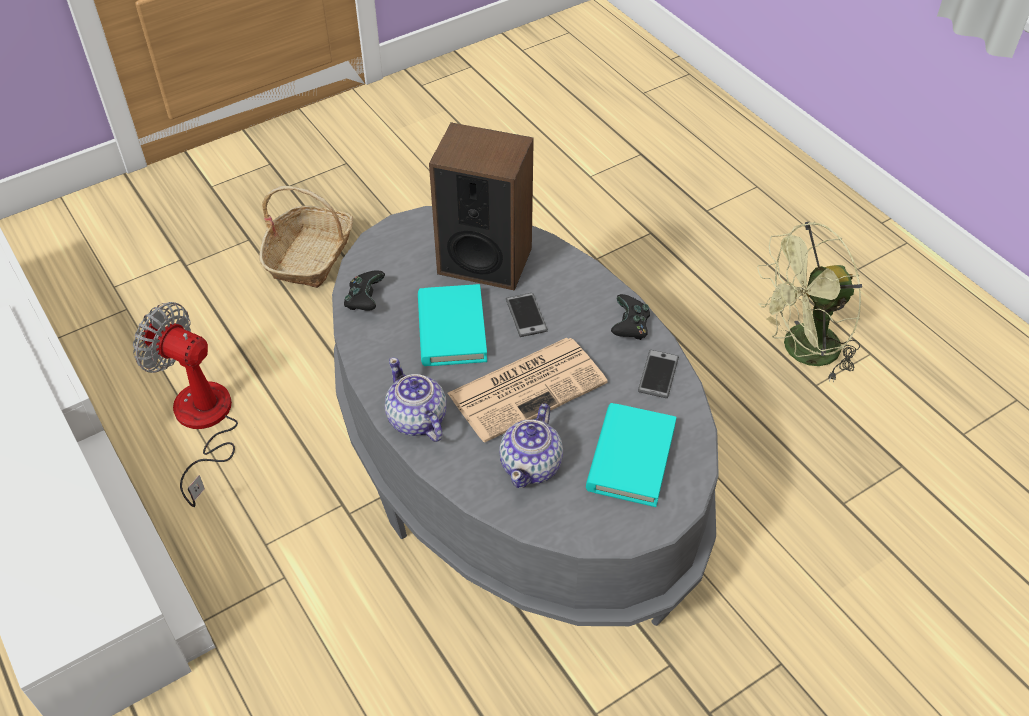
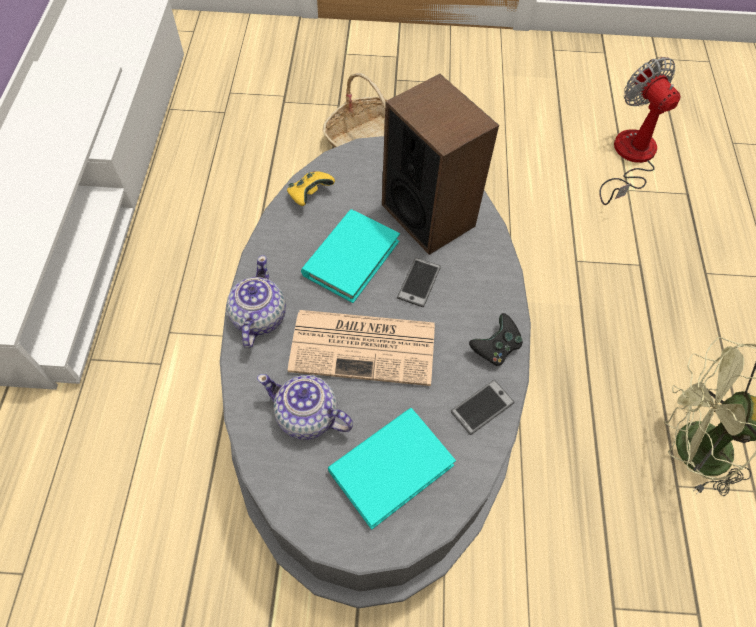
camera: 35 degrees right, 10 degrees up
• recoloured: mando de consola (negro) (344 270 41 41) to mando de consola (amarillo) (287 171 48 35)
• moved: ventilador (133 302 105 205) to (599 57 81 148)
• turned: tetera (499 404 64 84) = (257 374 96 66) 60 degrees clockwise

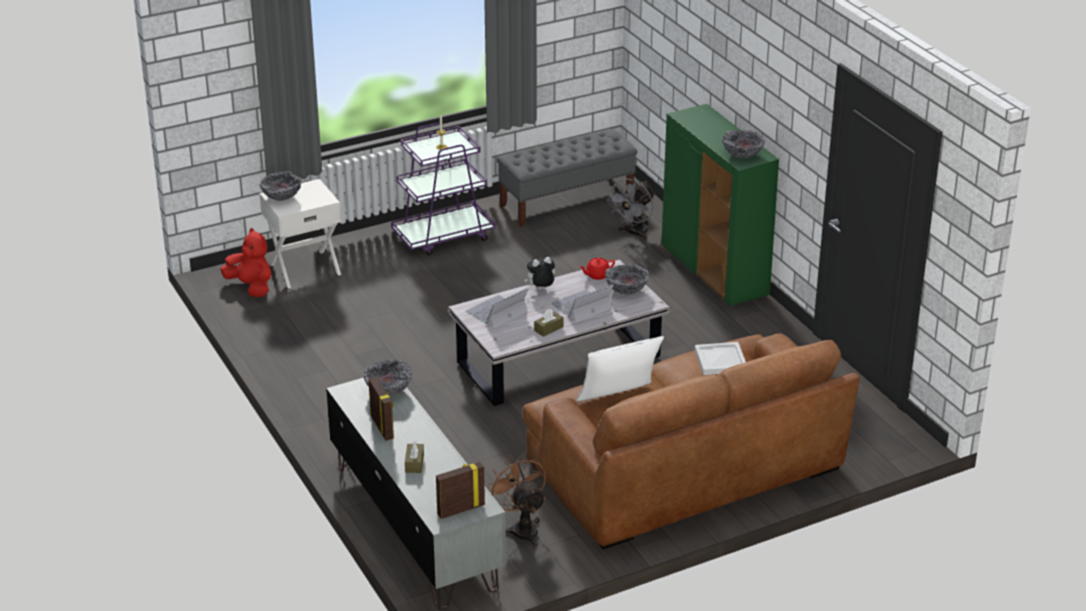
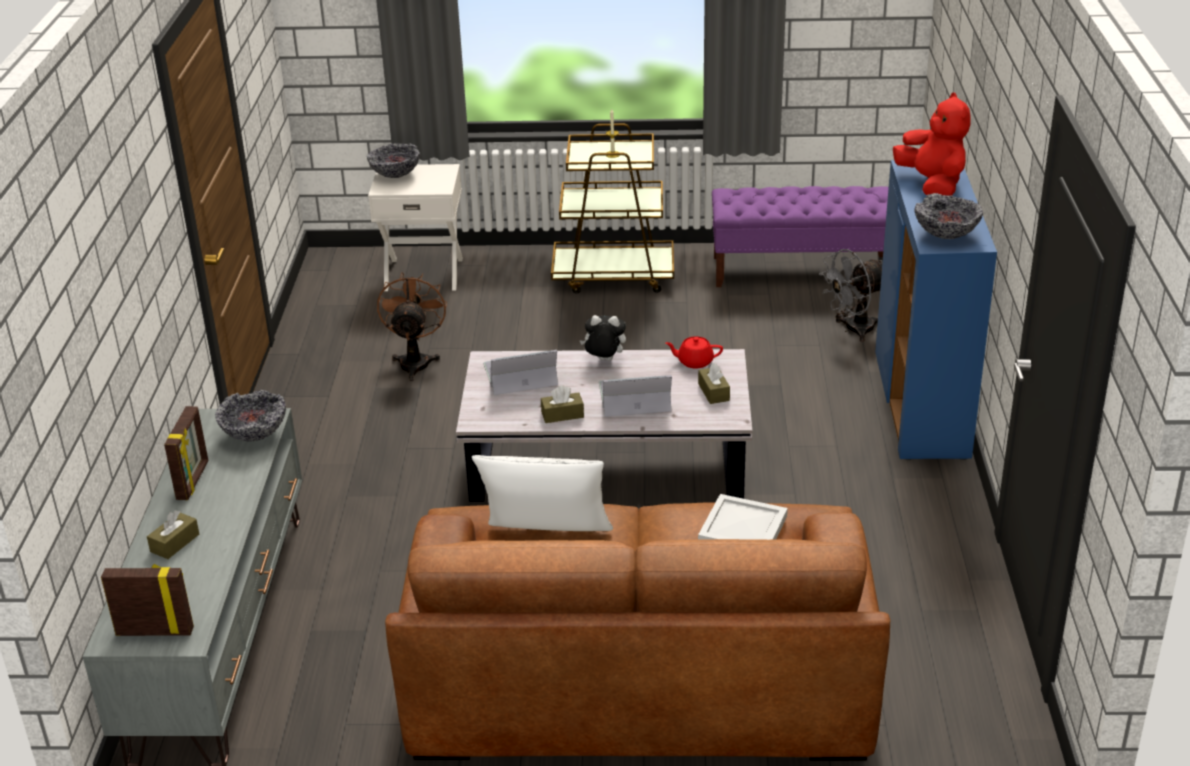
camera: 30 degrees right, 0 degrees up
• recoloured: armario (verde) (662 104 117 202) to armario (azul) (875 160 122 300)
• recoloured: carrito (morado) (391 123 104 132) to carrito (marrón) (551 123 123 170)
• recoloured: banco (gris) (496 129 141 98) to banco (morado) (712 186 177 101)
• moved: peluche (rojo) (220 228 51 69) to (893 92 78 104)
• replaced: cuenco (605 264 44 30) to caja de pañuelos (marrón) (698 363 32 41)
• moved: ventilador (marrón) (487 454 59 93) to (377 272 70 109)

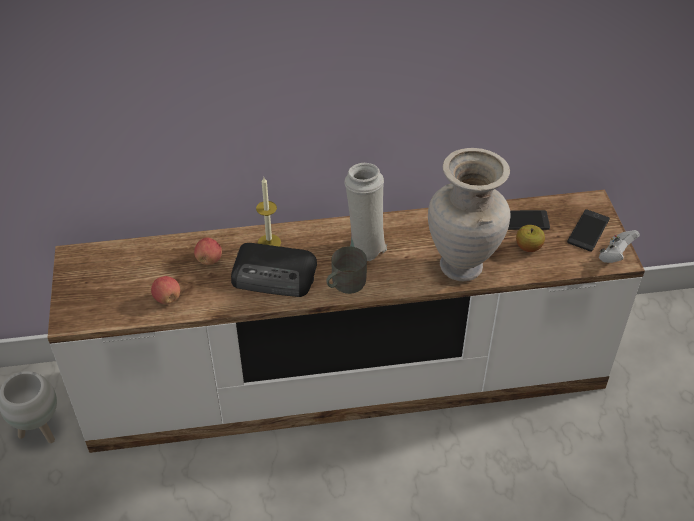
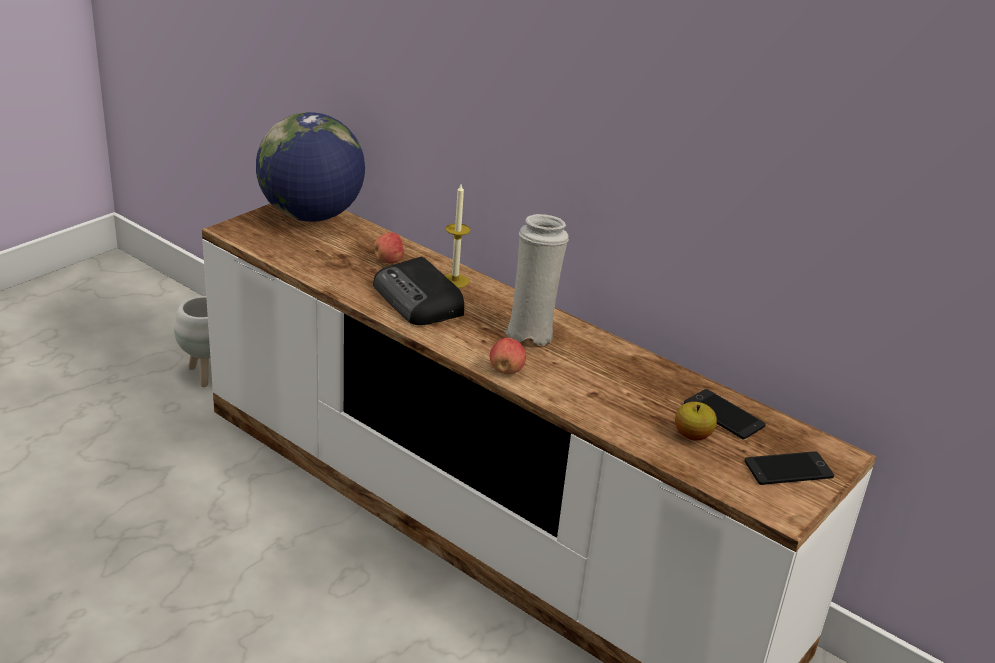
camera: 45 degrees right, 15 degrees down
• removed: florero (beis) (428 148 83 133)
• removed: mando de consola (blanco) (599 230 41 33)
• removed: taza grande (gris) (326 246 41 48)
• moved: manzana (151 276 29 28) to (490 338 36 36)
• added: globo terráqueo (256 112 109 110)

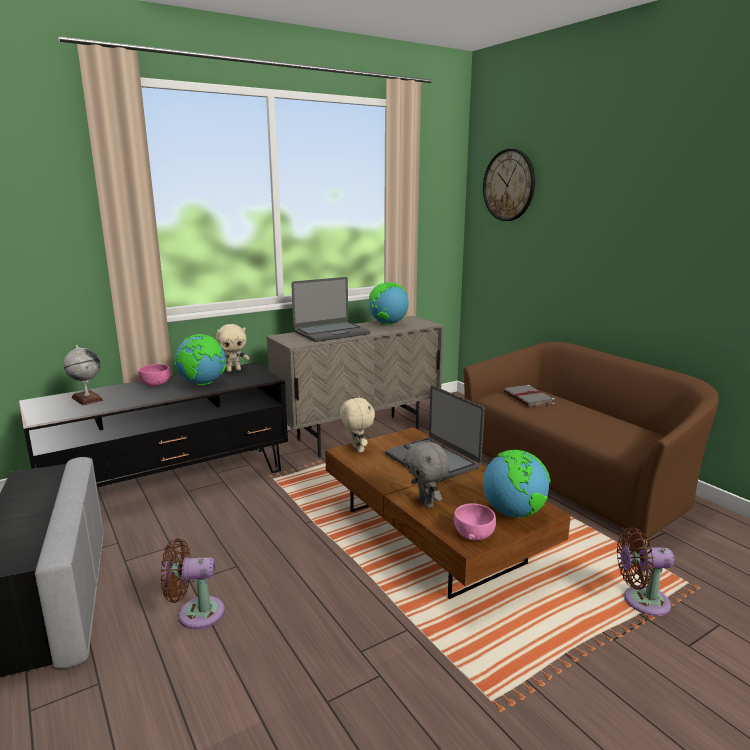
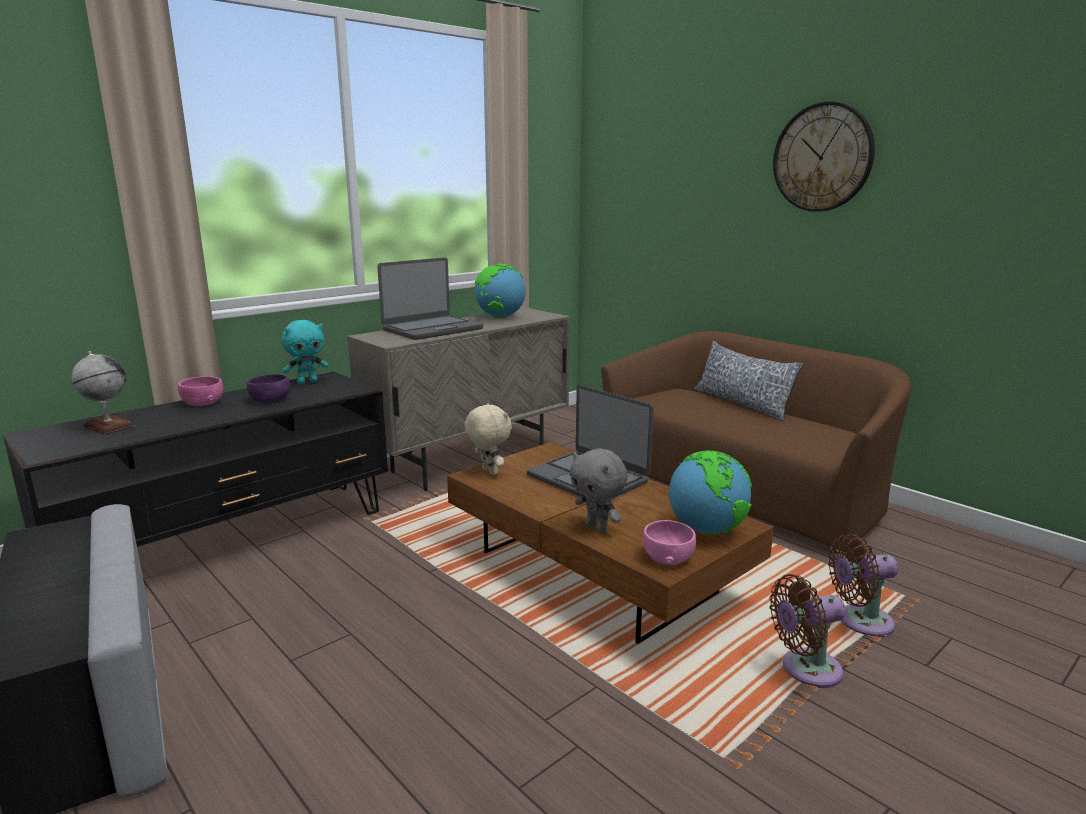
camera: 10 degrees left, 0 degrees up
• moved: reloj de pared (483 149 52 72) to (773 102 102 110)
• recoloured: peluche (beis) (216 324 34 48) to peluche (turquesa) (281 320 48 64)
• replaced: globo terráqueo (174 334 53 51) to cuenco (morado) (247 374 43 29)
• removed: libro (gris) (504 385 51 22)
• moved: ventilador (marrón) (161 538 64 91) to (770 574 76 114)
• added: cojín (694 340 109 81)

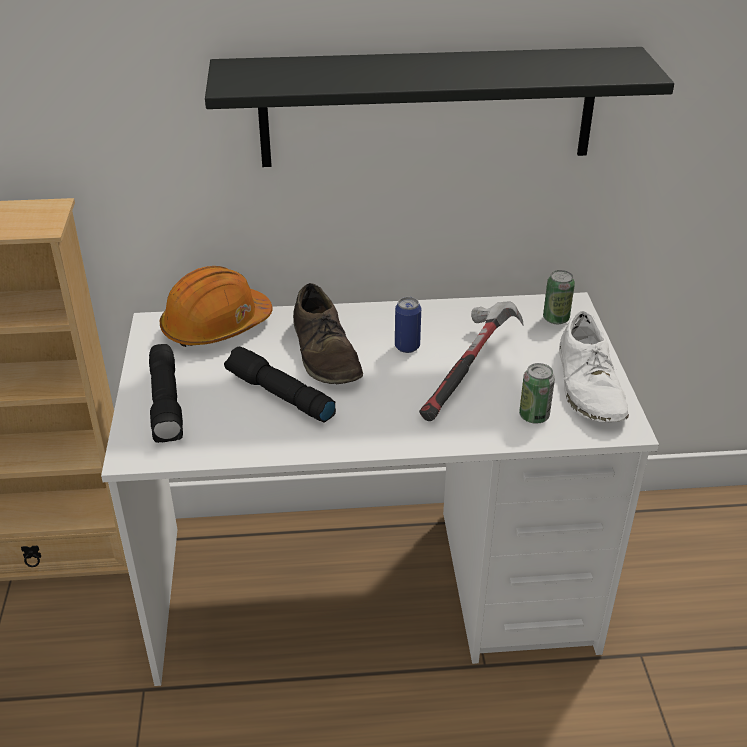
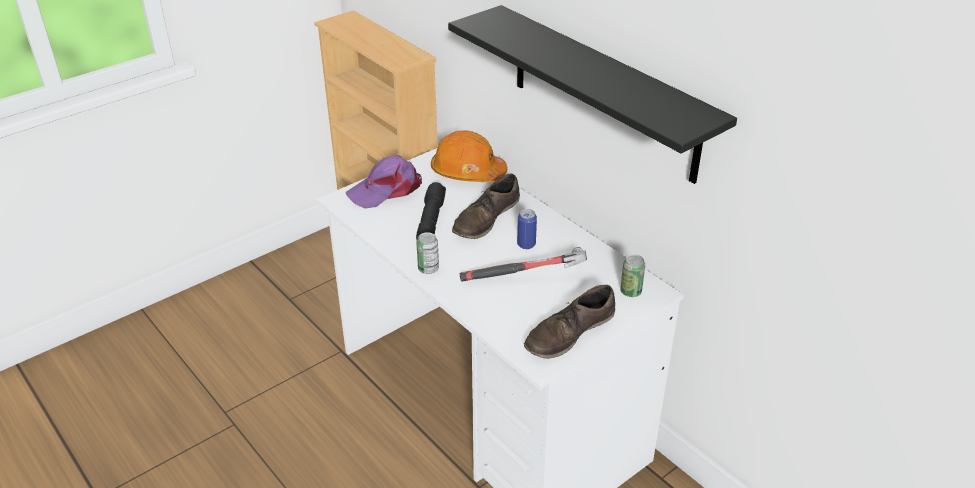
camera: 55 degrees right, 0 degrees up
• recoloured: zapato (blanco) (559 311 70 111) to zapato (marrón) (524 285 91 74)
• replaced: linterna (negro) (149 344 34 99) to gorra (morado) (346 155 76 54)
• moved: lata (519 363 36 60) to (416 232 23 42)

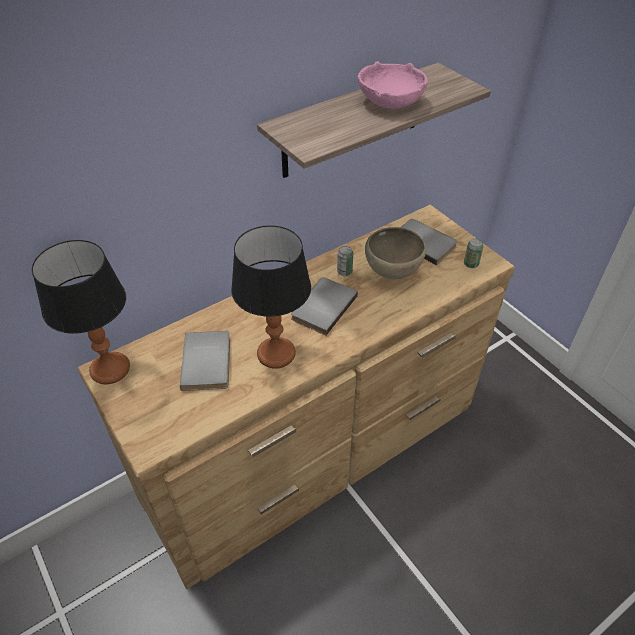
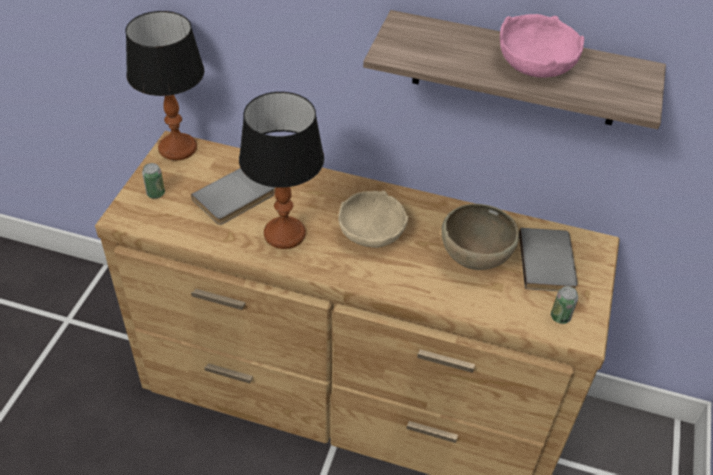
camera: 50 degrees right, 0 degrees up
• moved: lata (337 246 16 30) to (142 163 23 36)
• replaced: libro (gris) (291 277 67 58) to cuenco (beis) (338 191 70 57)

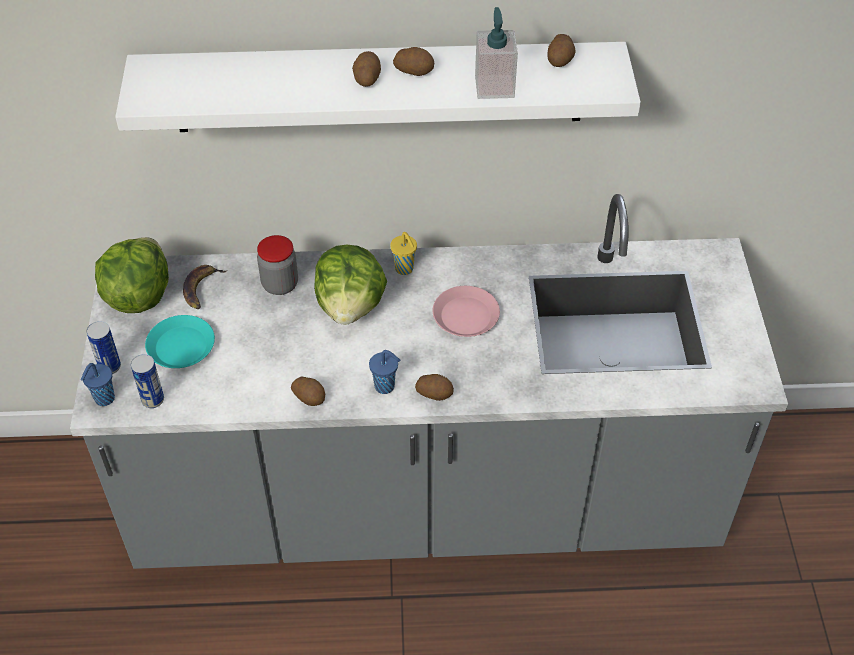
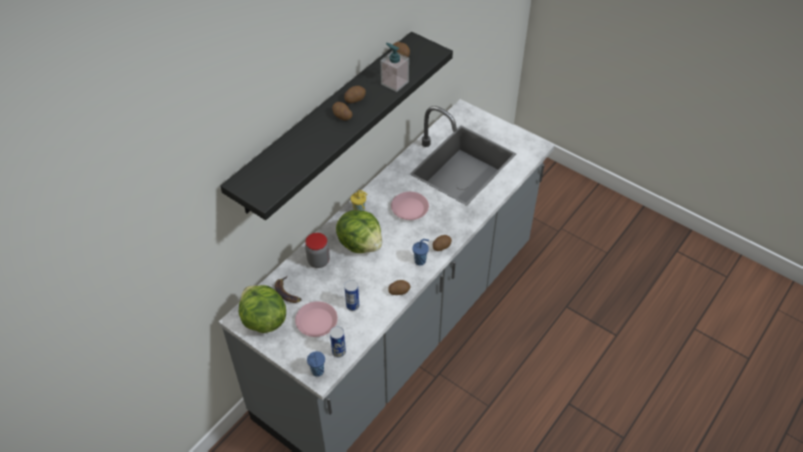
camera: 50 degrees left, 0 degrees up
• recoloured: estante (blanco) (115 42 526 90) to estante (negro) (220 32 233 188)
• recoloured: plato (turquesa) (145 315 70 53) to plato (rosa) (295 301 43 36)
• moved: lata (86 321 35 53) to (344 280 15 31)

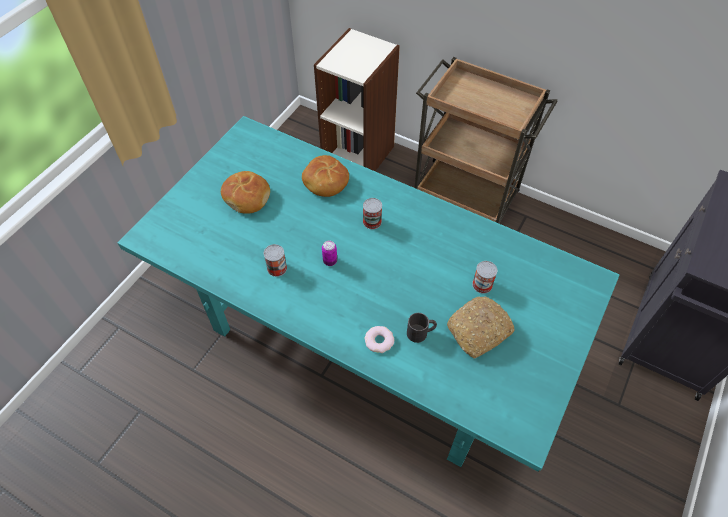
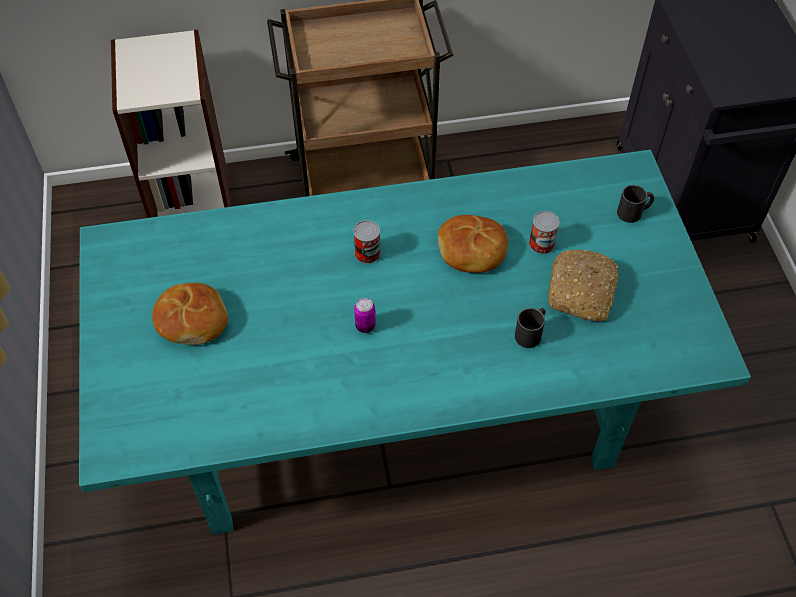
camera: 40 degrees left, 0 degrees up
• moved: pan (302 155 47 42) to (438 215 70 58)
• removed: lata (264 244 23 33)
• removed: rosquilla (365 326 29 27)
• added: taza grande (negro) (617 185 37 38)

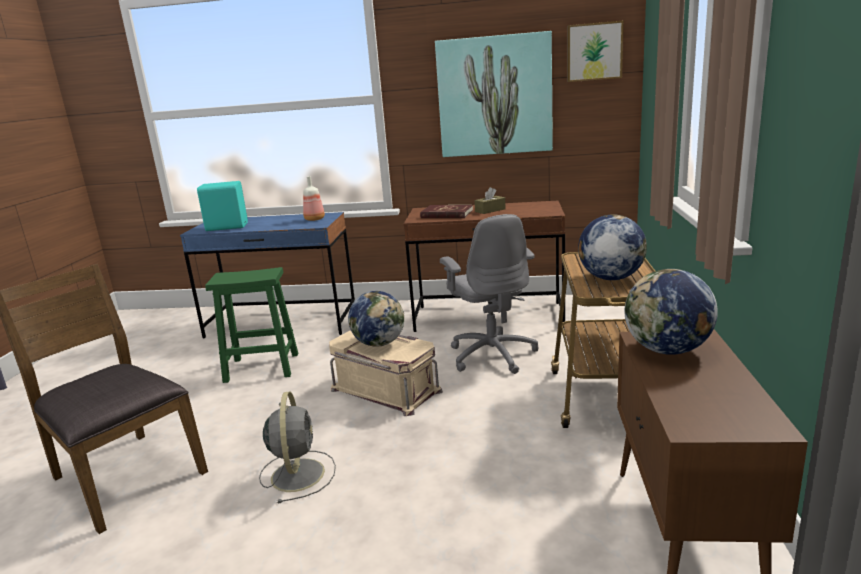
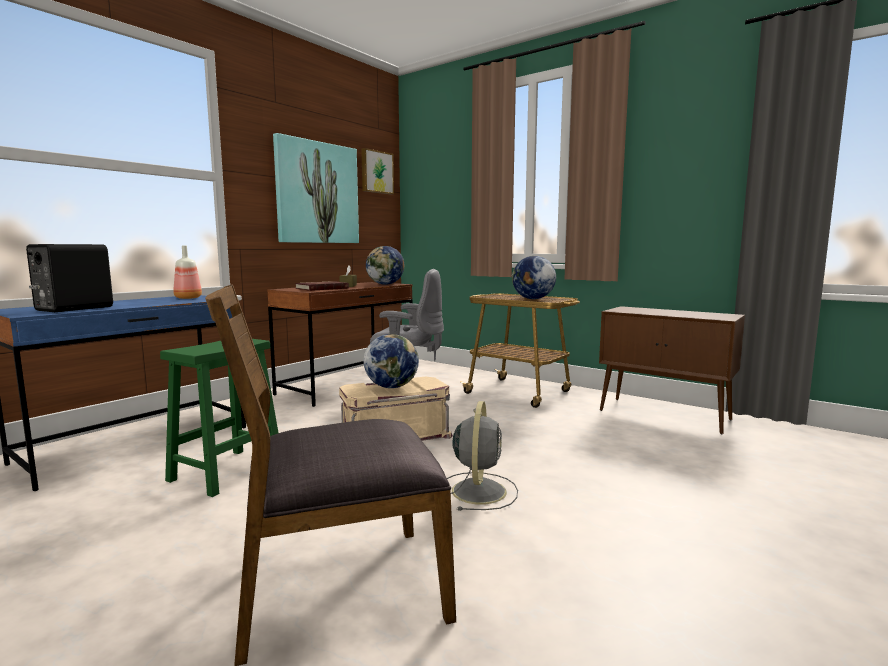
camera: 60 degrees left, 10 degrees down
• recoloured: altavoz (turquesa) (197 181 51 50) to altavoz (negro) (26 244 87 68)
• moved: globo terráqueo (624 269 94 86) to (366 246 38 39)
• turned: ventilador (gris) (259 391 77 112) = (447 401 71 110) 75 degrees clockwise

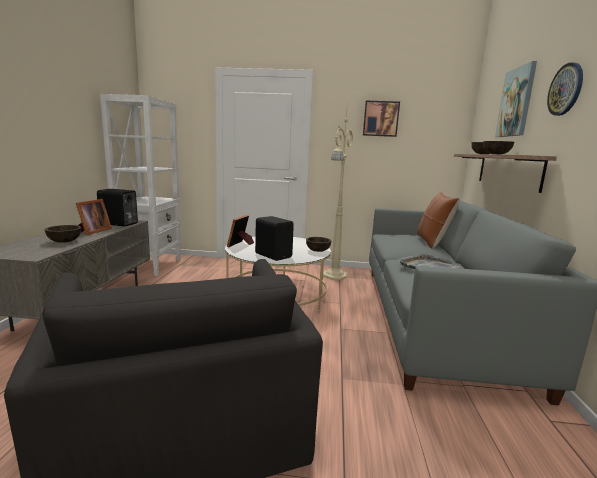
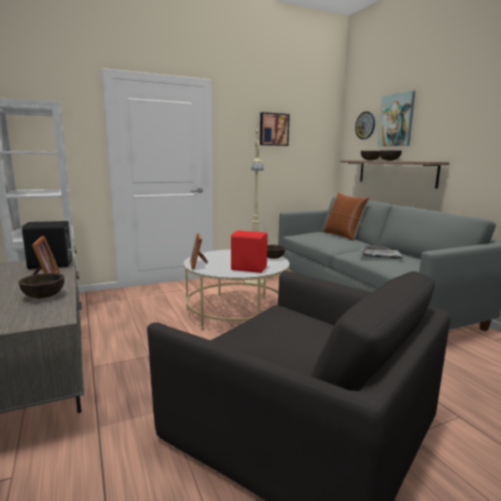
camera: 30 degrees left, 0 degrees up
• moved: reloj de pared (547 63 36 53) to (355 111 20 29)
• recoloured: altavoz (negro) (255 216 39 45) to altavoz (rojo) (231 231 37 42)

